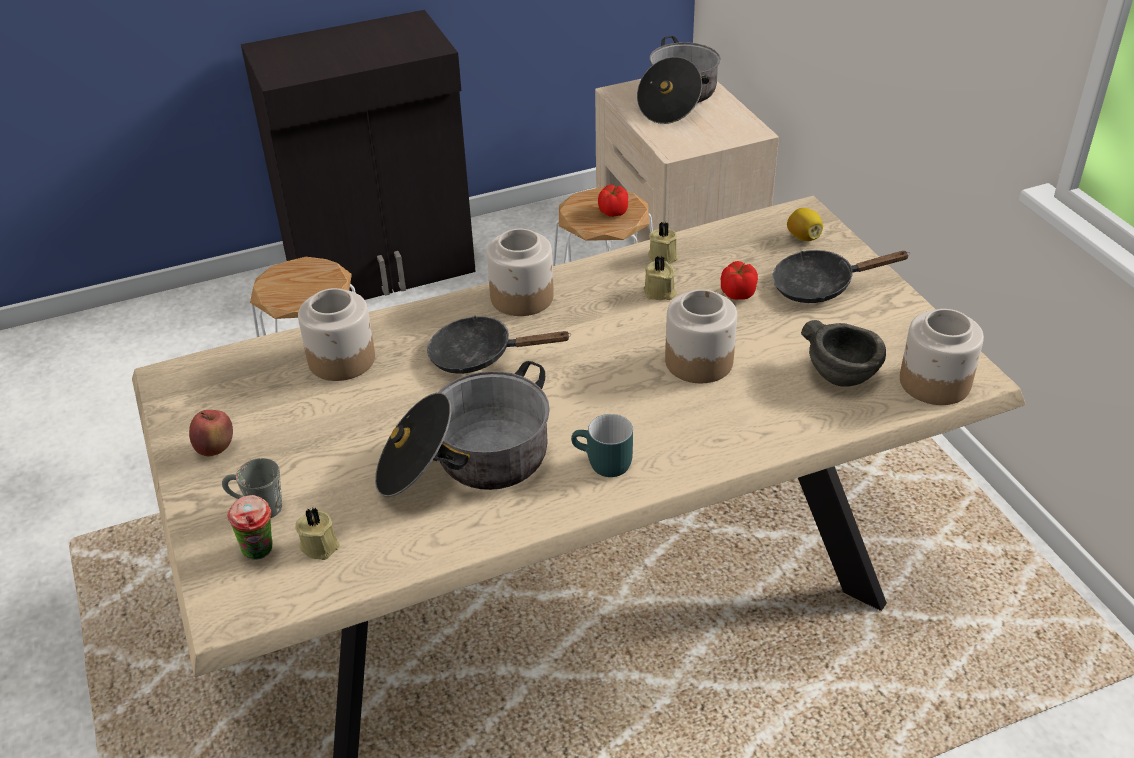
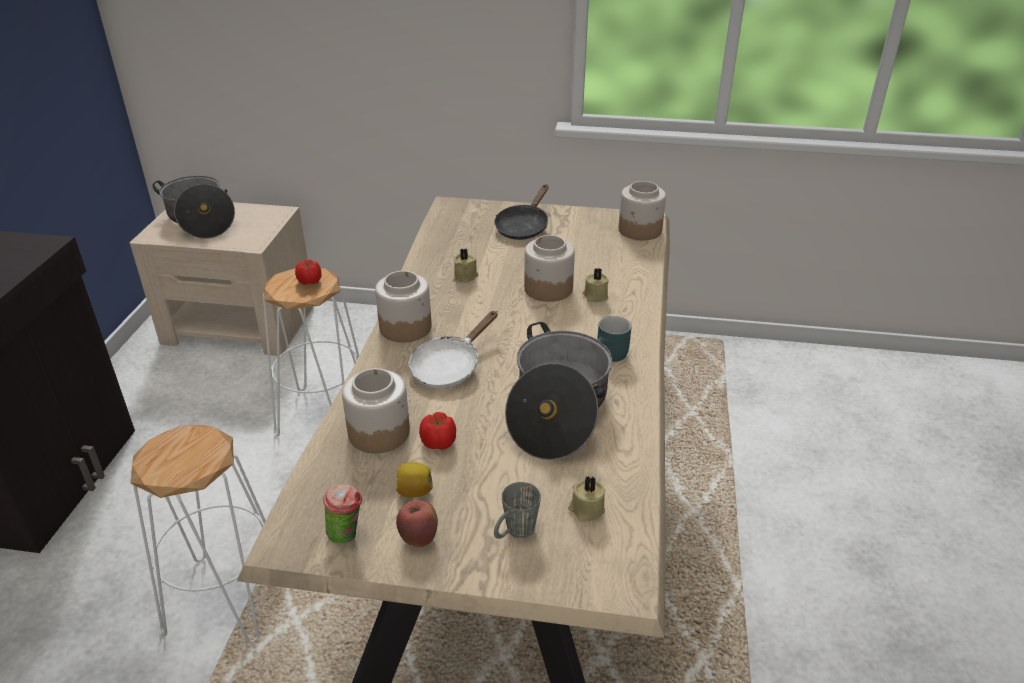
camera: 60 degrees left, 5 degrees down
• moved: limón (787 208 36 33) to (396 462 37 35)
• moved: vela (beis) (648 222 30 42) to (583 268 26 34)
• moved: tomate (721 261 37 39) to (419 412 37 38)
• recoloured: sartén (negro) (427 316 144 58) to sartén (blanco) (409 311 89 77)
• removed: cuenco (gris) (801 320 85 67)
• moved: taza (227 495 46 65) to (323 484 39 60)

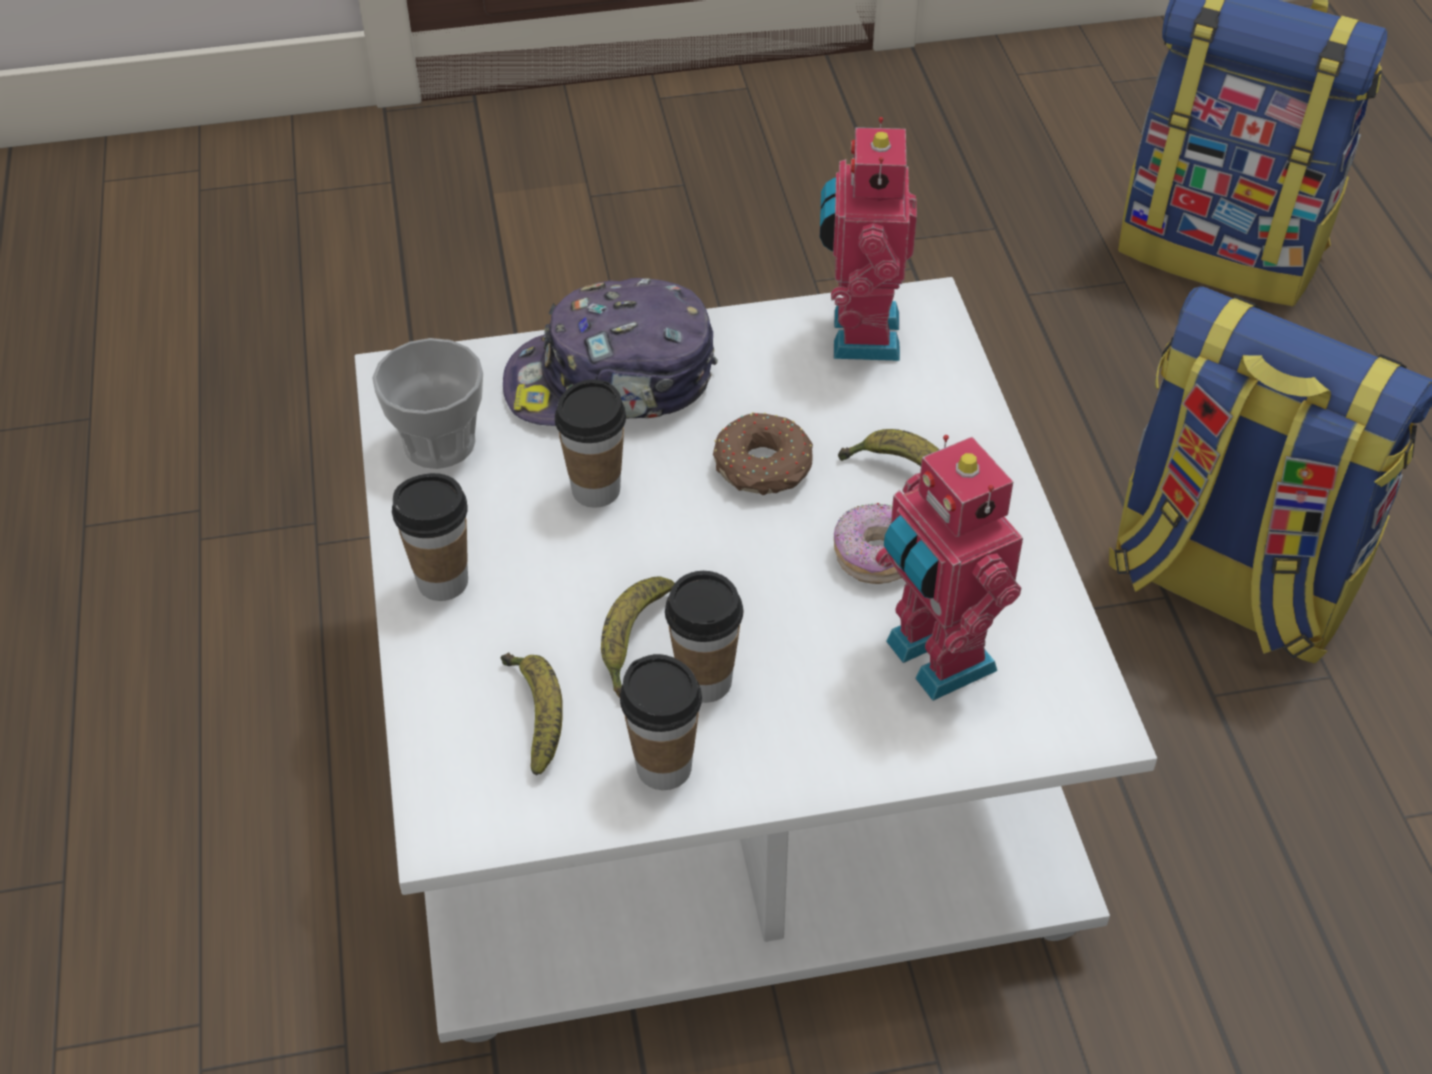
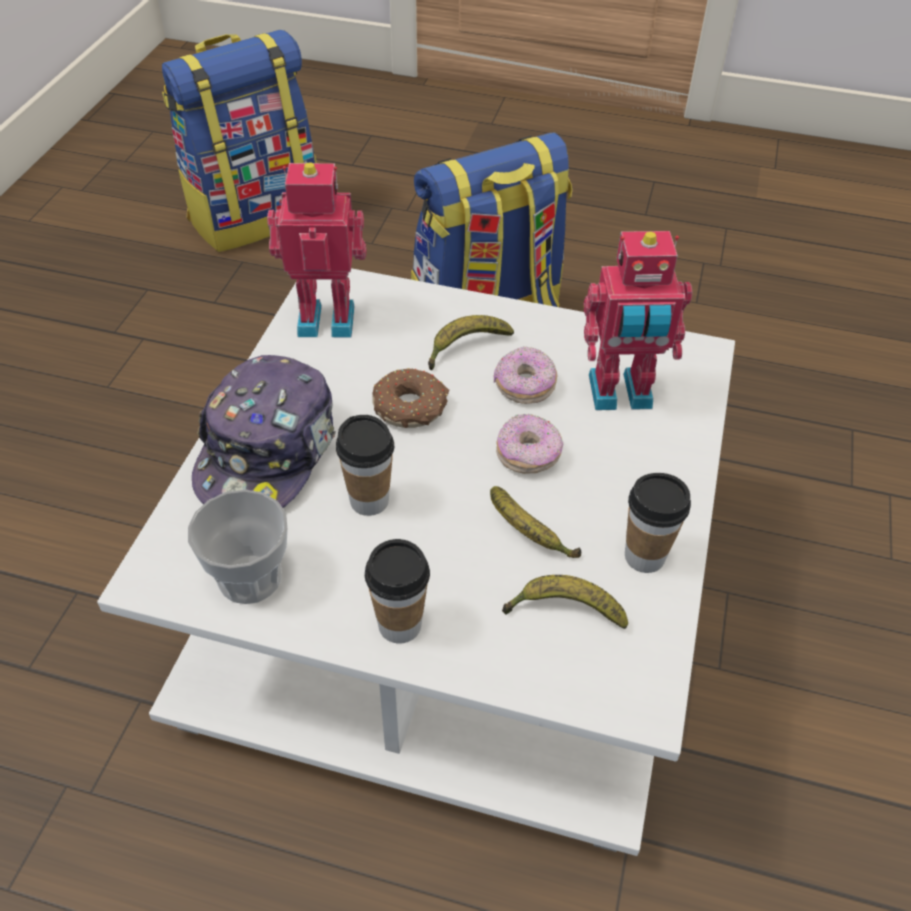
camera: 65 degrees left, 0 degrees up
• turned: robot de juguete (820 117 97 244) = (267 162 99 175) 150 degrees clockwise
• removed: taza (665 571 79 132)
• added: rosquilla (496 414 67 60)

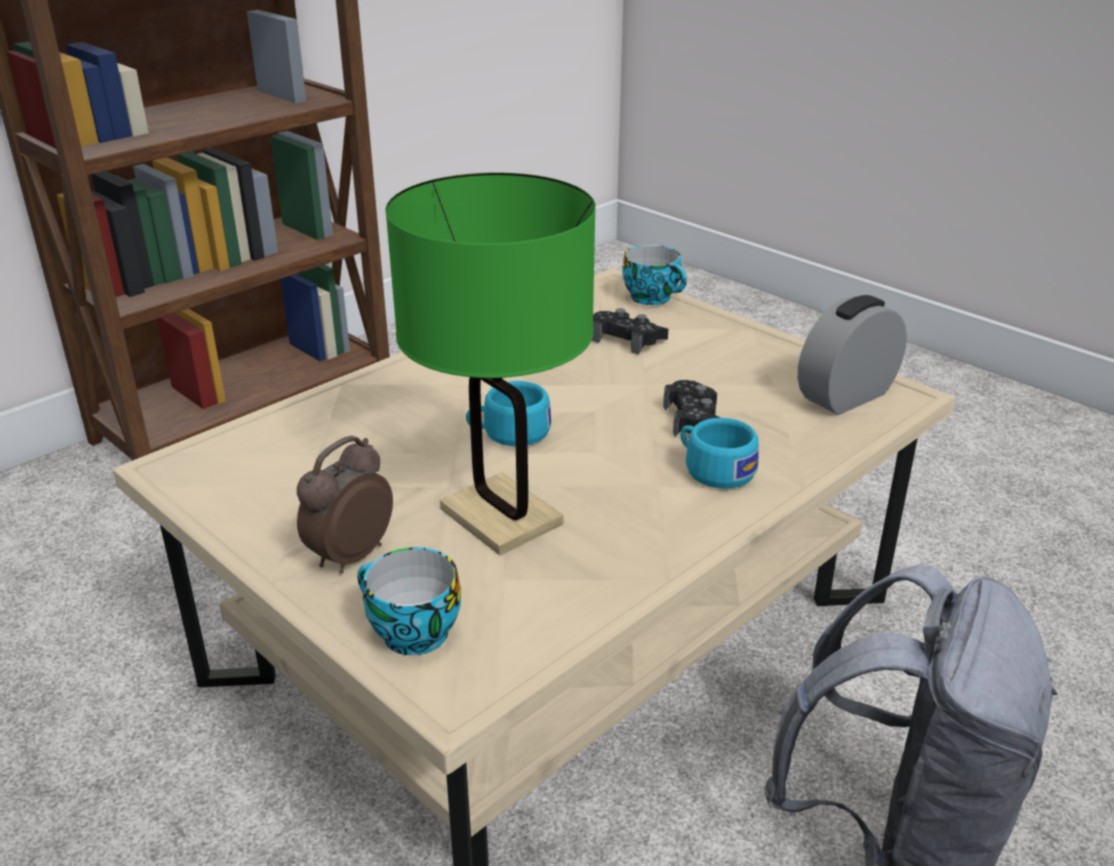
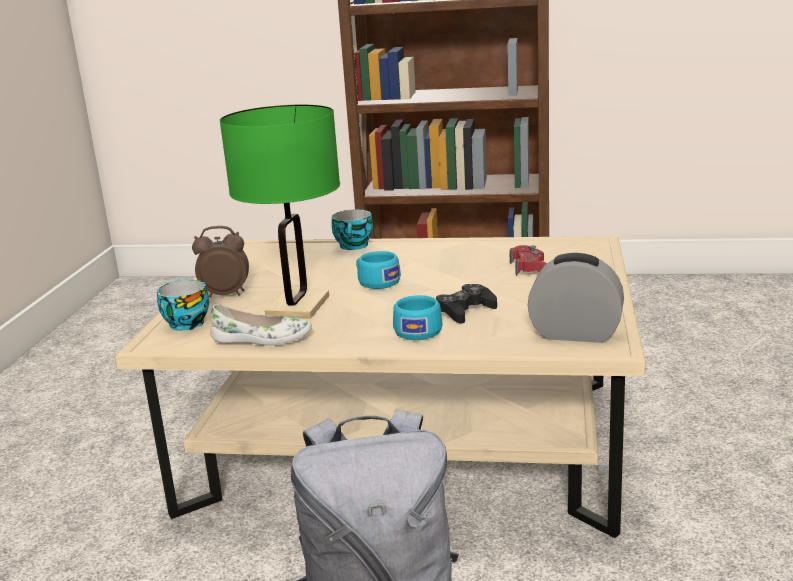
camera: 55 degrees right, 10 degrees down
• moved: taza (622 245 65 60) to (331 209 42 41)
• recoloured: mando de consola (negro) (592 308 76 47) to mando de consola (rojo) (510 245 37 31)
• added: zapato (blanco) (210 304 102 42)

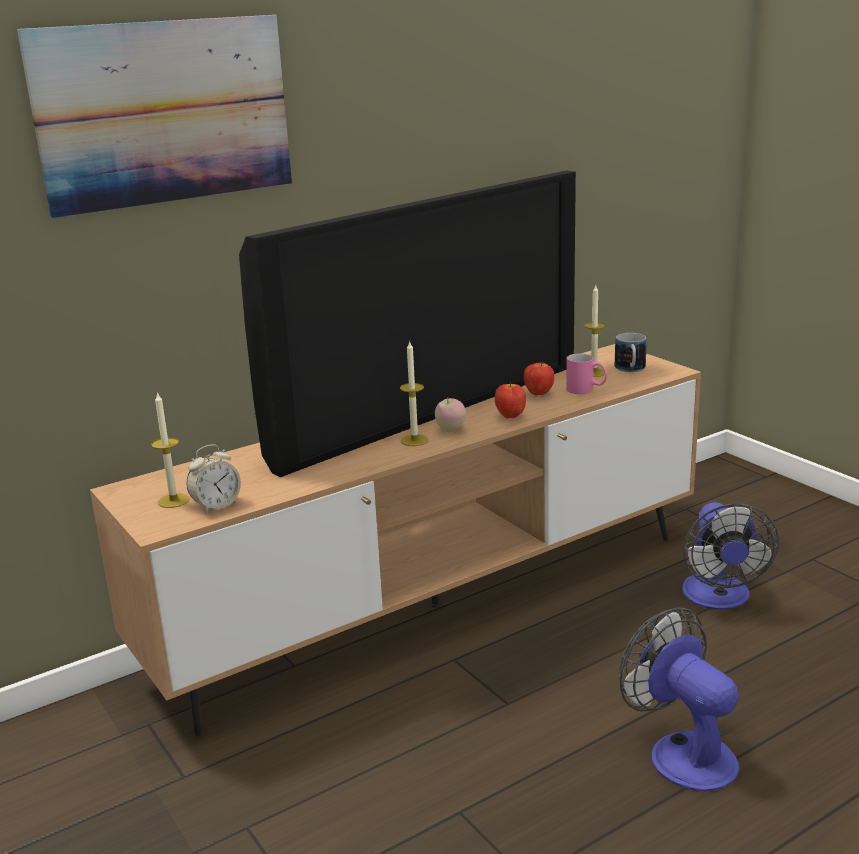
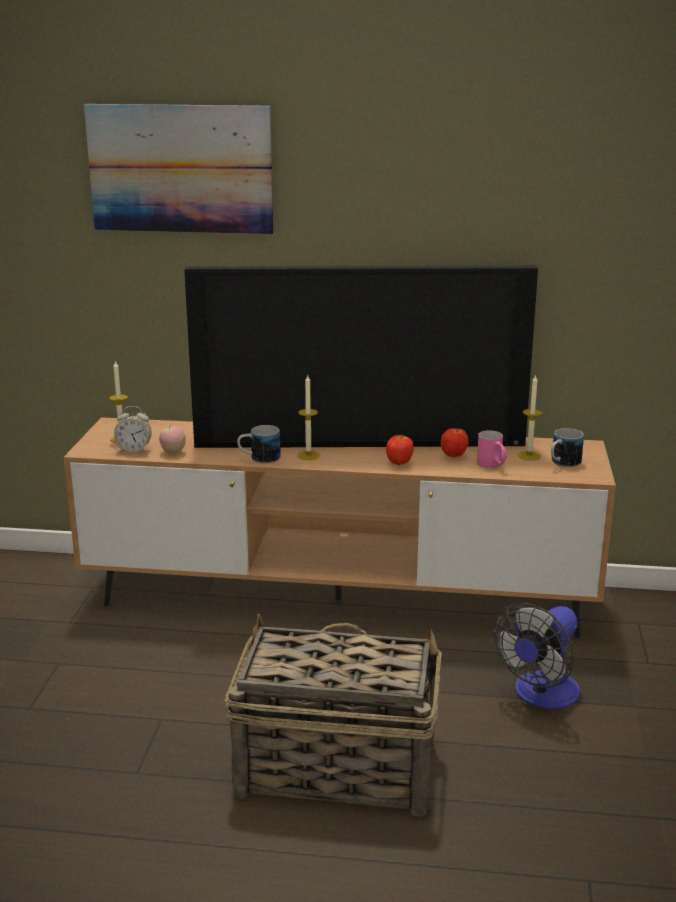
camera: 40 degrees right, 0 degrees up
• moved: manzana (435 398 31 34) to (159 426 27 28)
• replaced: ventilador (619 608 120 184) to cesta (225 614 217 203)
• added: taza grande (237 425 44 39)

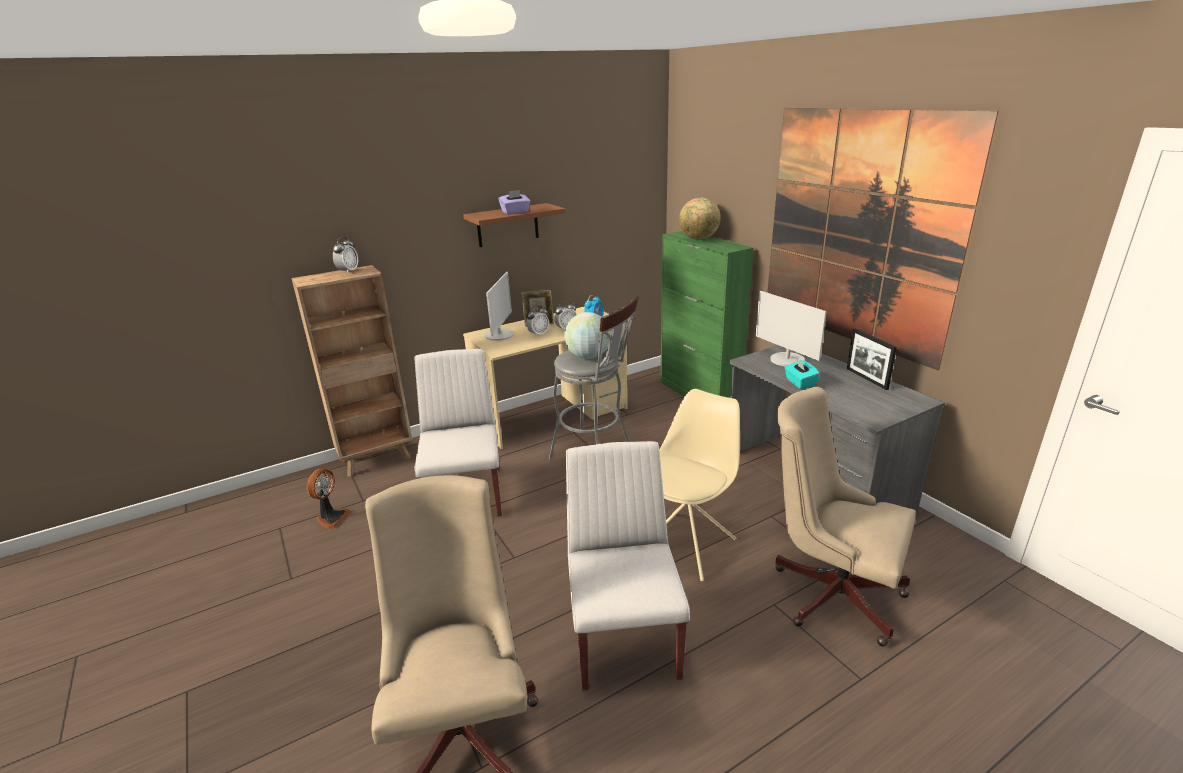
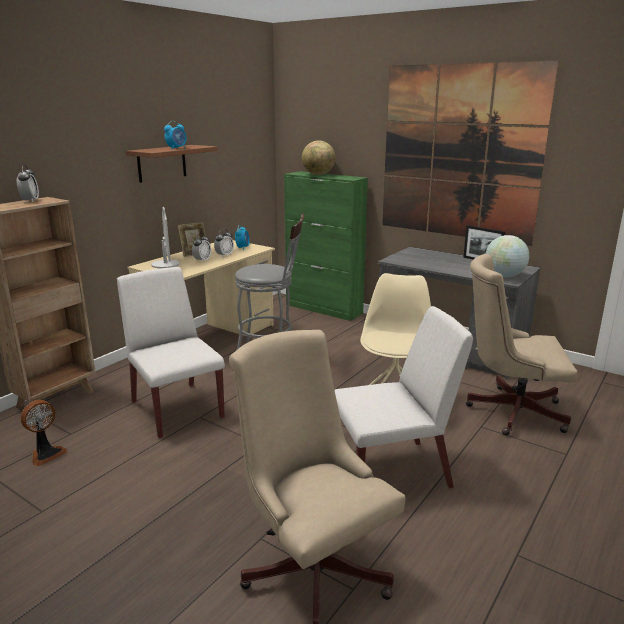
camera: 25 degrees left, 5 degrees down
• replaced: caja de pañuelos (morado) (498 190 32 25) to despertador (164 121 23 28)
• removed: monitor (756 291 71 75)
• moved: globo terráqueo (564 312 47 47) to (486 235 43 42)
• removed: caja de pañuelos (turquesa) (784 359 36 30)
• turned: silla (blanco) (566 441 124 250) = (335 306 138 183) 105 degrees clockwise
• turned: ventilador (307 468 44 61) = (20 400 47 66) 45 degrees clockwise

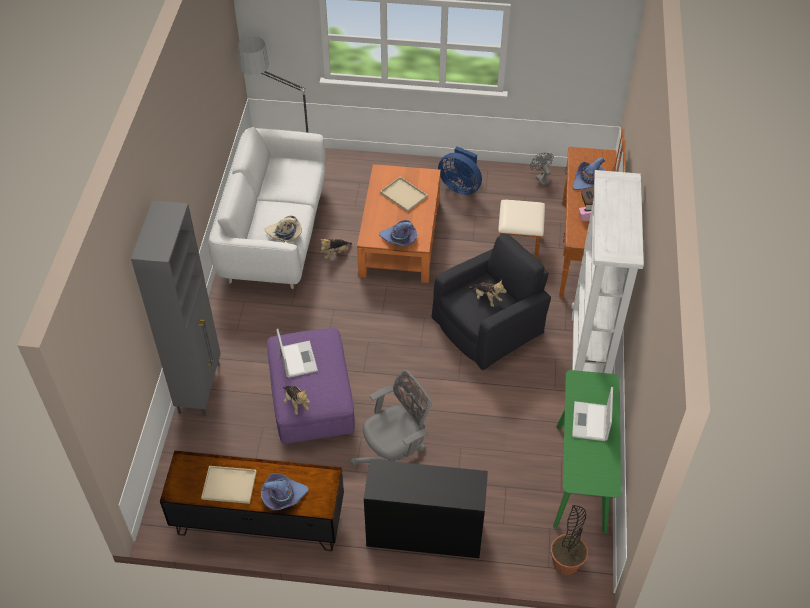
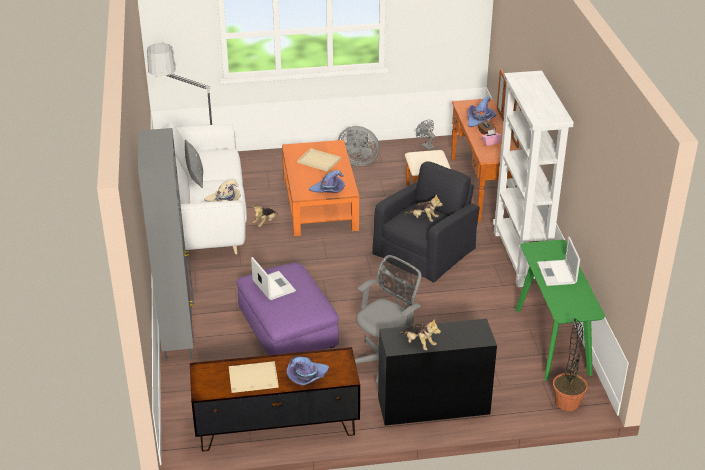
camera: 15 degrees left, 15 degrees down
• recoloured: ventilador (azul) (438 146 44 49) to ventilador (gris) (338 126 42 40)
• moved: peluche (283 386 27 29) to (399 319 42 31)
• added: cojín (gris) (185 139 18 49)

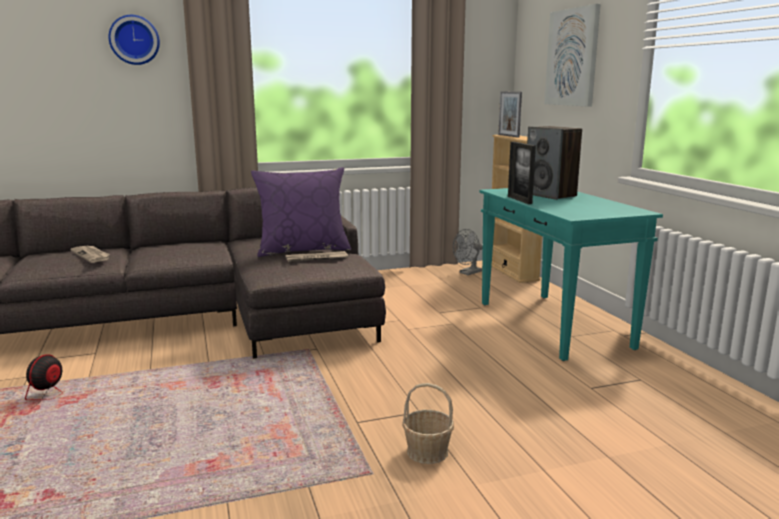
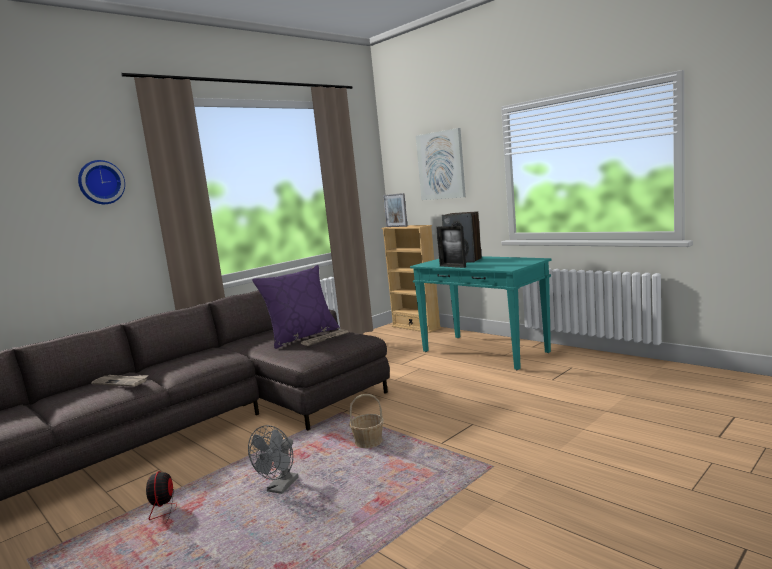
camera: 25 degrees left, 5 degrees down
• moved: ventilador (gris) (453 229 30 46) to (248 425 51 69)
• moved: cesta (402 383 52 81) to (349 394 35 54)

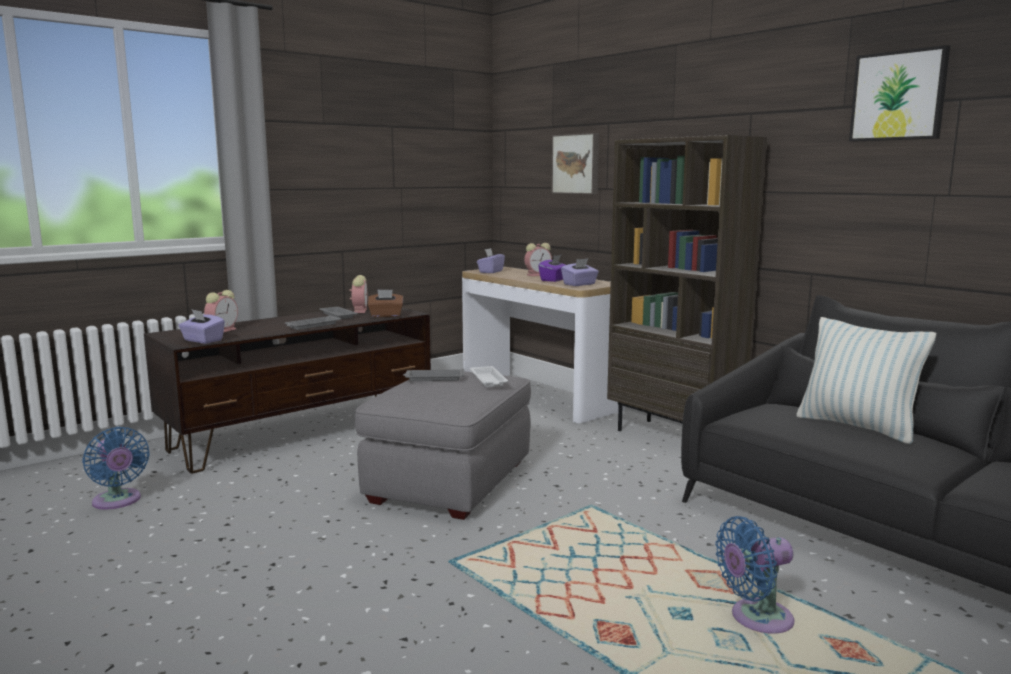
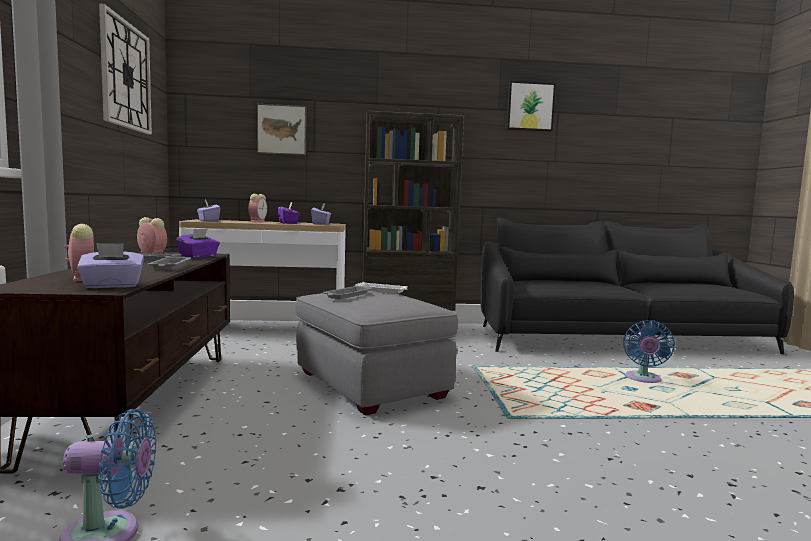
camera: 55 degrees left, 5 degrees down
• recoloured: caja de pañuelos (marrón) (368 289 35 28) to caja de pañuelos (morado) (176 229 44 29)
• removed: cojín (797 317 139 127)
• added: reloj de pared (99 4 53 131)

